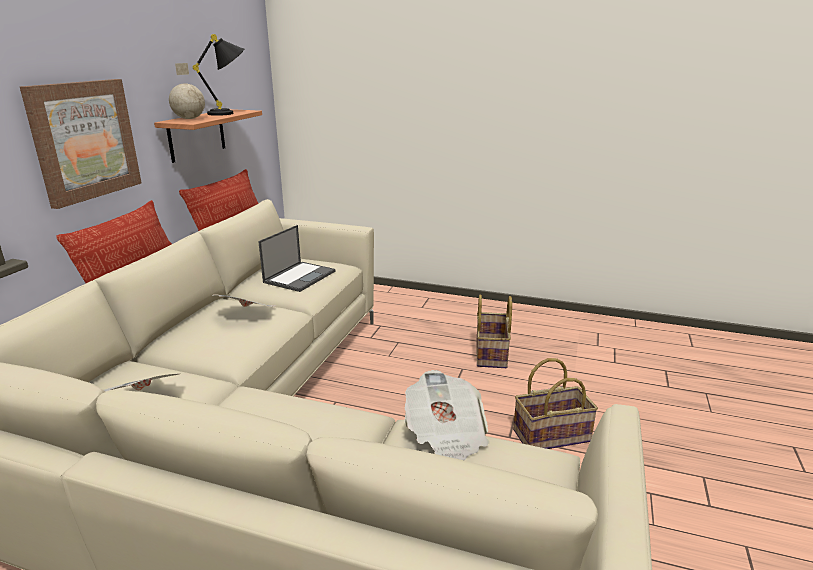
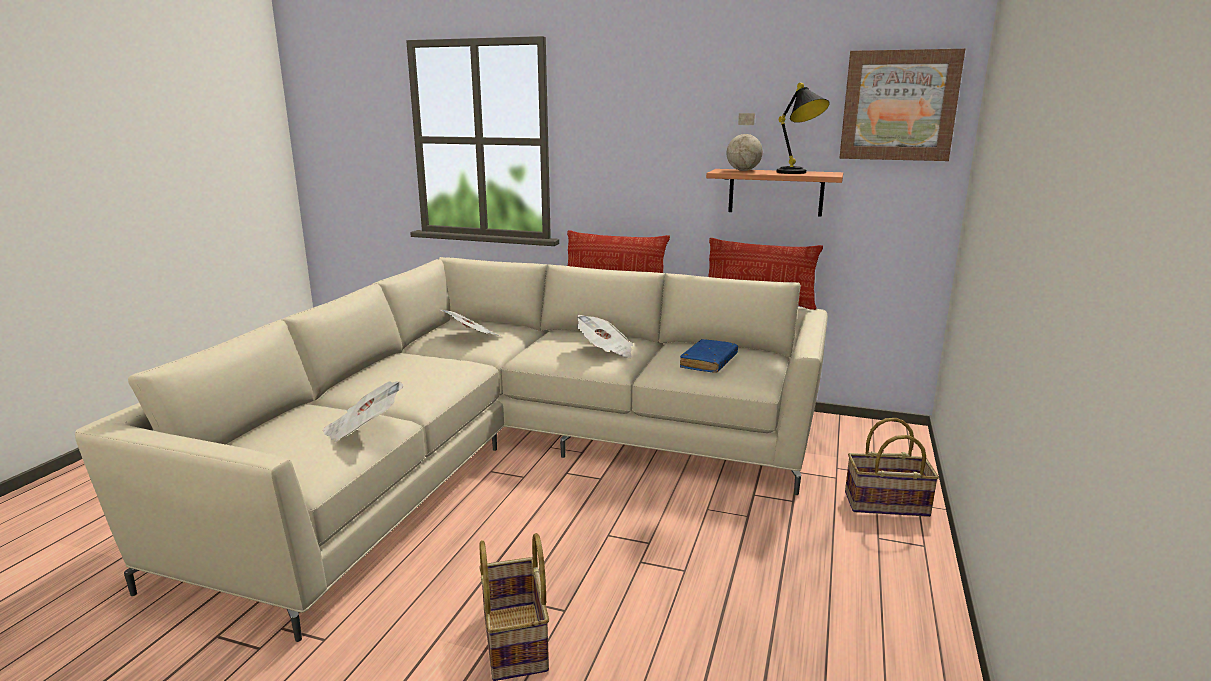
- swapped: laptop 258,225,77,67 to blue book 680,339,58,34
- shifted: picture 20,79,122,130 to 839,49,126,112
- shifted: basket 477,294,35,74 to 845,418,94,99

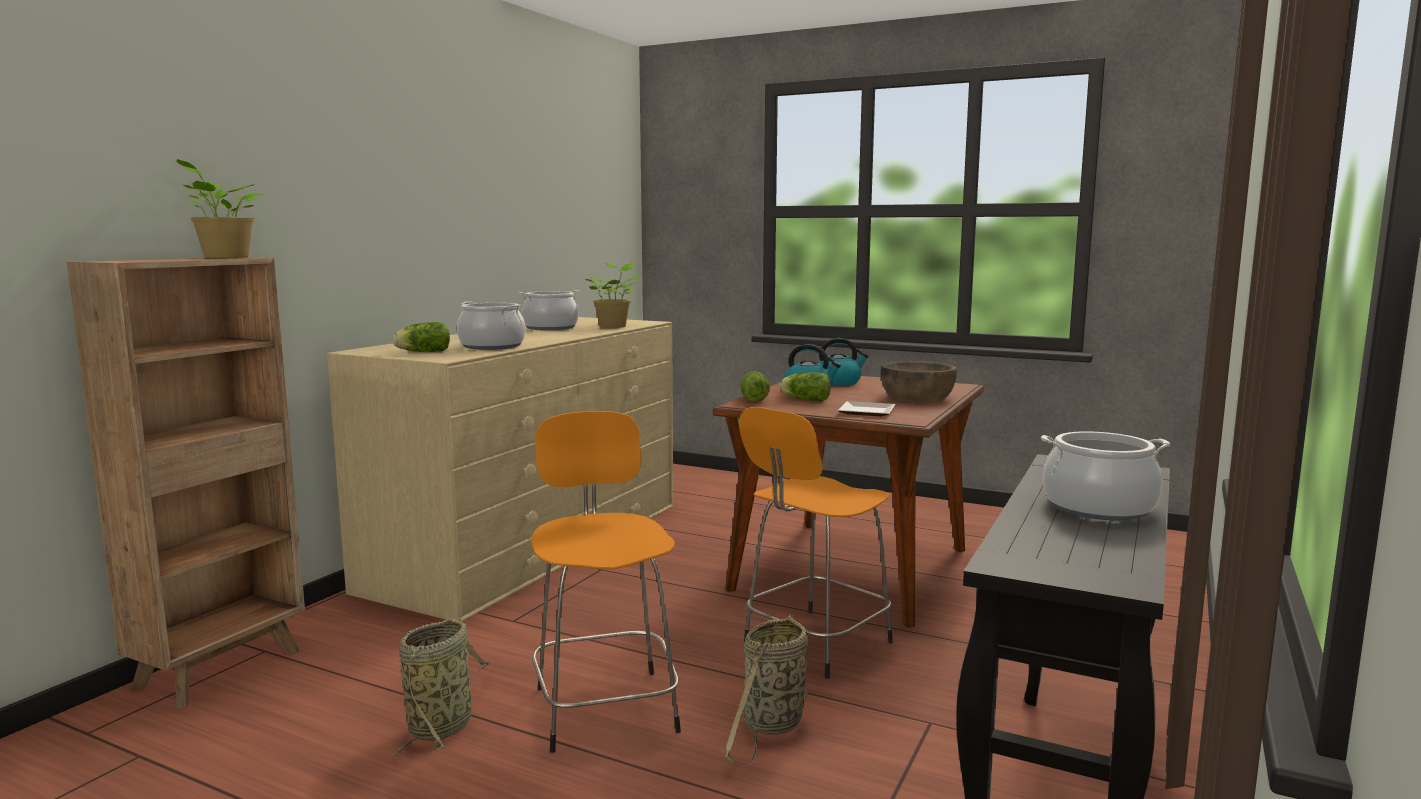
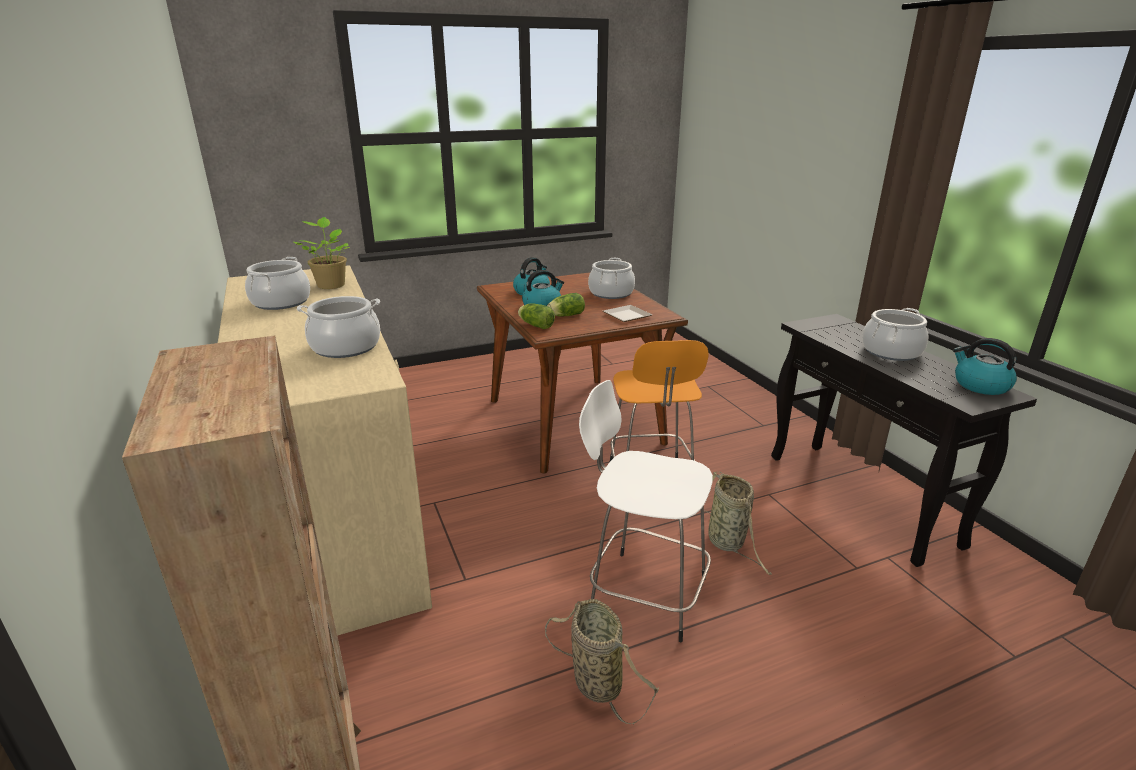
- repainted: orange stool 531,411,150,342 to white stool 579,380,134,262
- swapped: brown bowl 881,361,76,42 to cooking pot 588,258,47,41
- new: kettle 953,338,64,57
- gone: potted plant 176,159,87,99
- gone: lettuce 393,322,57,30

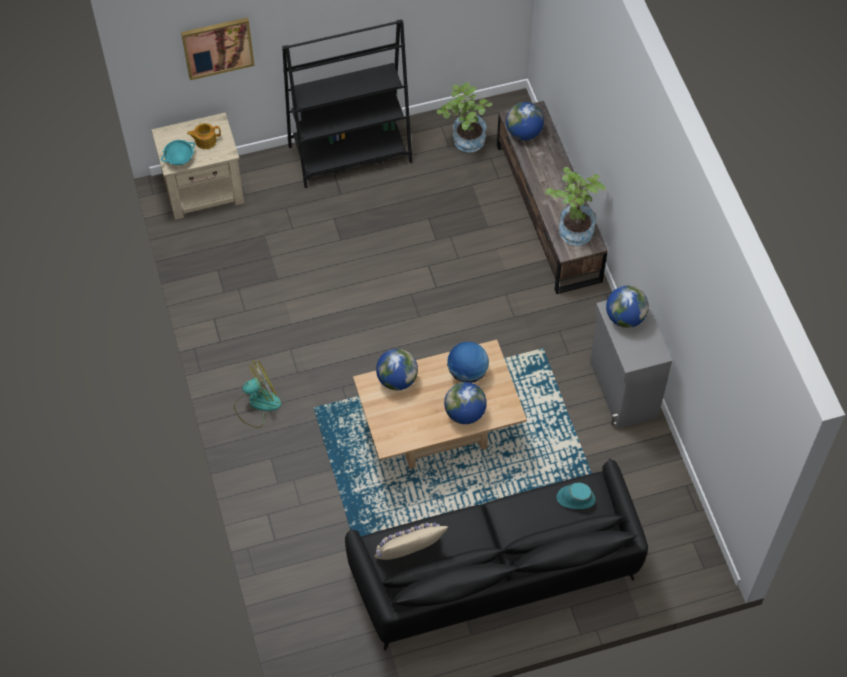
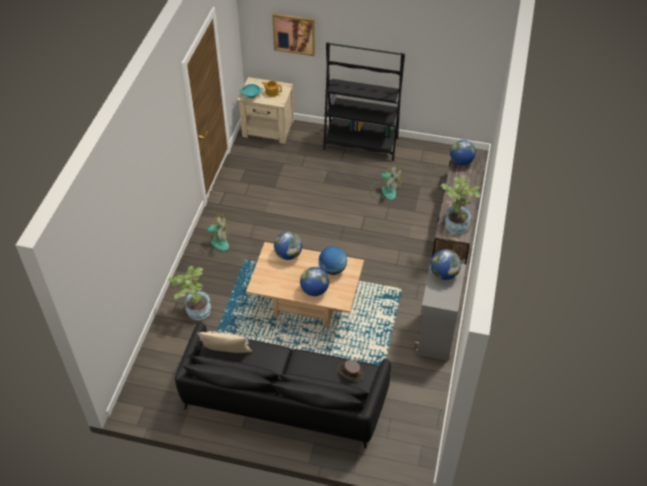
- shifted: potted plant 437,82,55,71 to 168,266,43,54
- repainted: turquoise hat 557,483,38,26 to brown hat 338,360,26,21
- new: fan 370,165,33,35

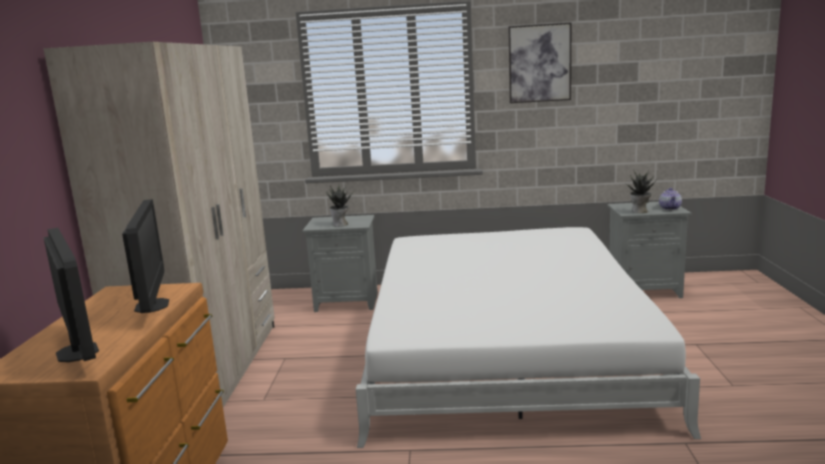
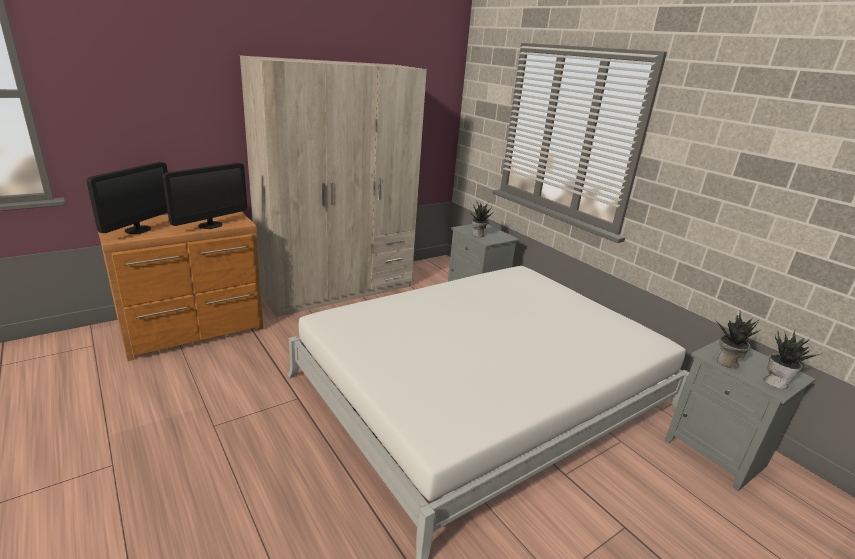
- swapped: teapot 659,188,23,22 to potted plant 764,329,56,60
- gone: picture 509,23,63,80

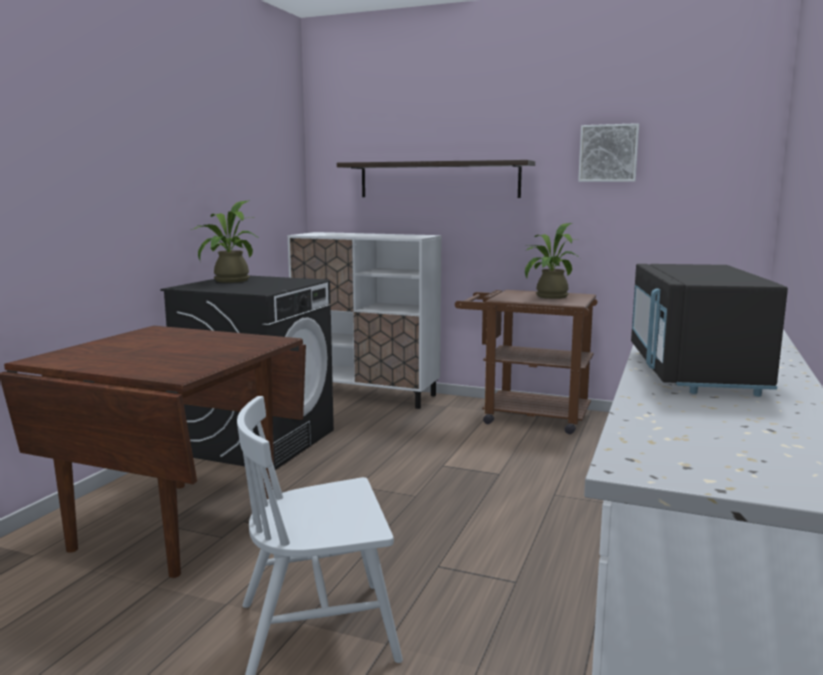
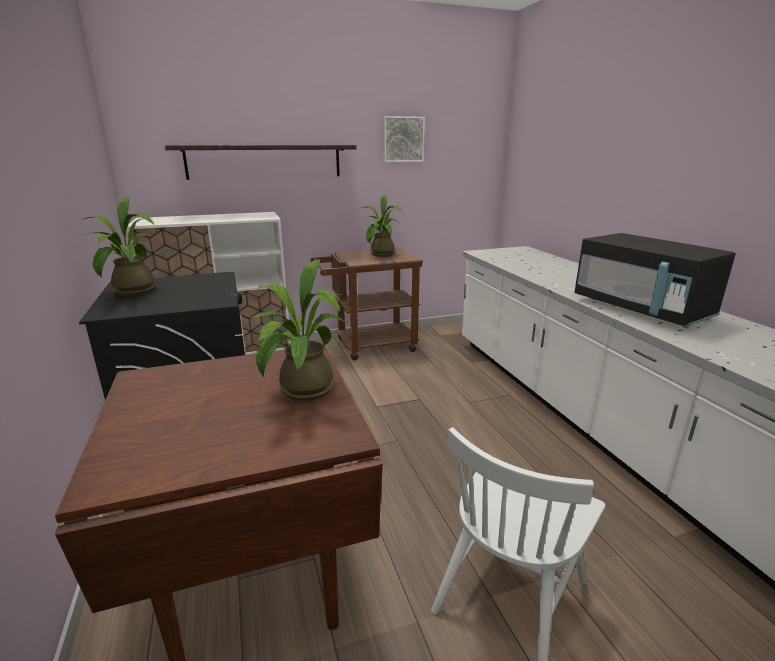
- new: potted plant 251,259,96,142

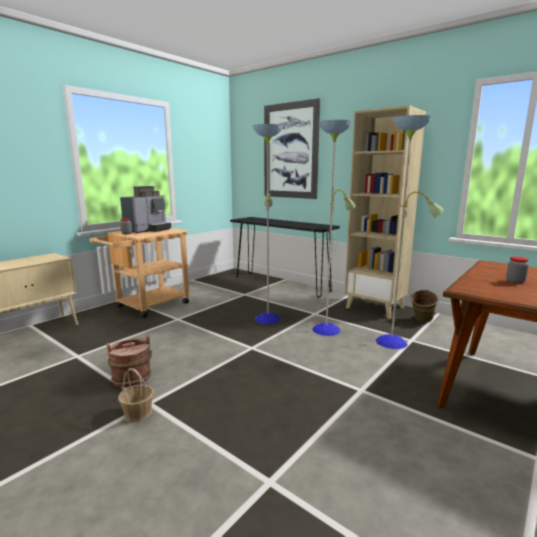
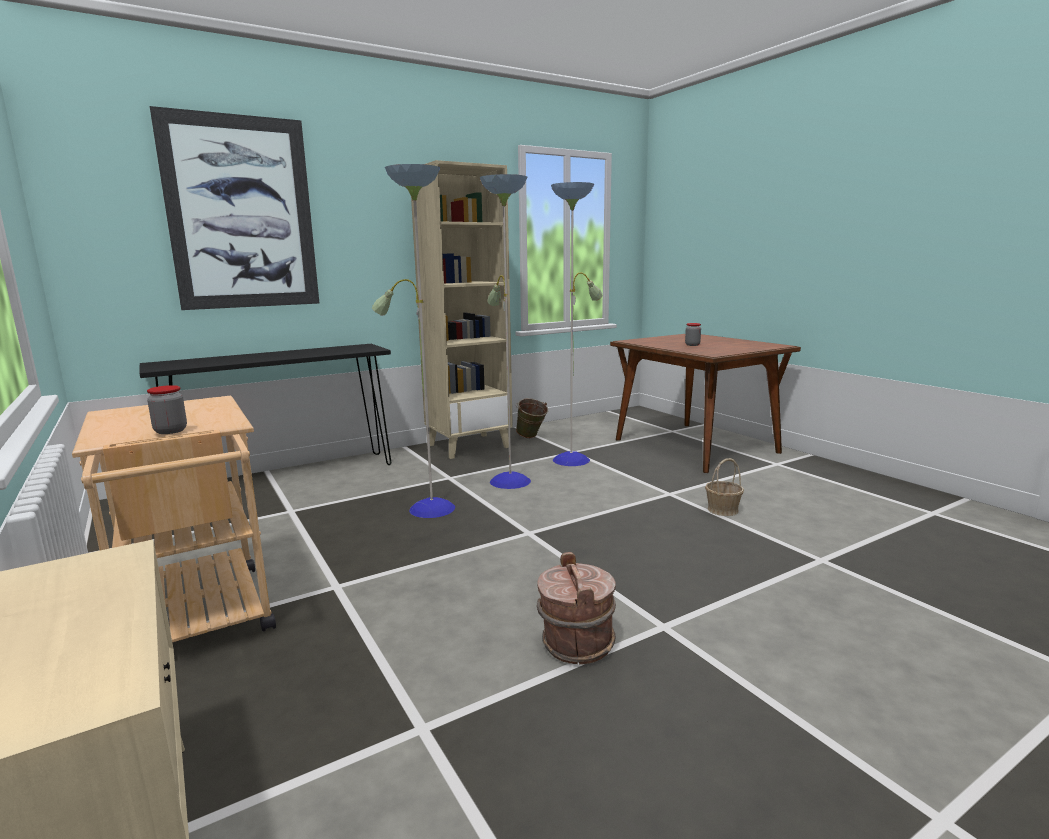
- shifted: basket 118,368,36,54 to 705,458,39,58
- gone: coffee machine 120,186,51,47

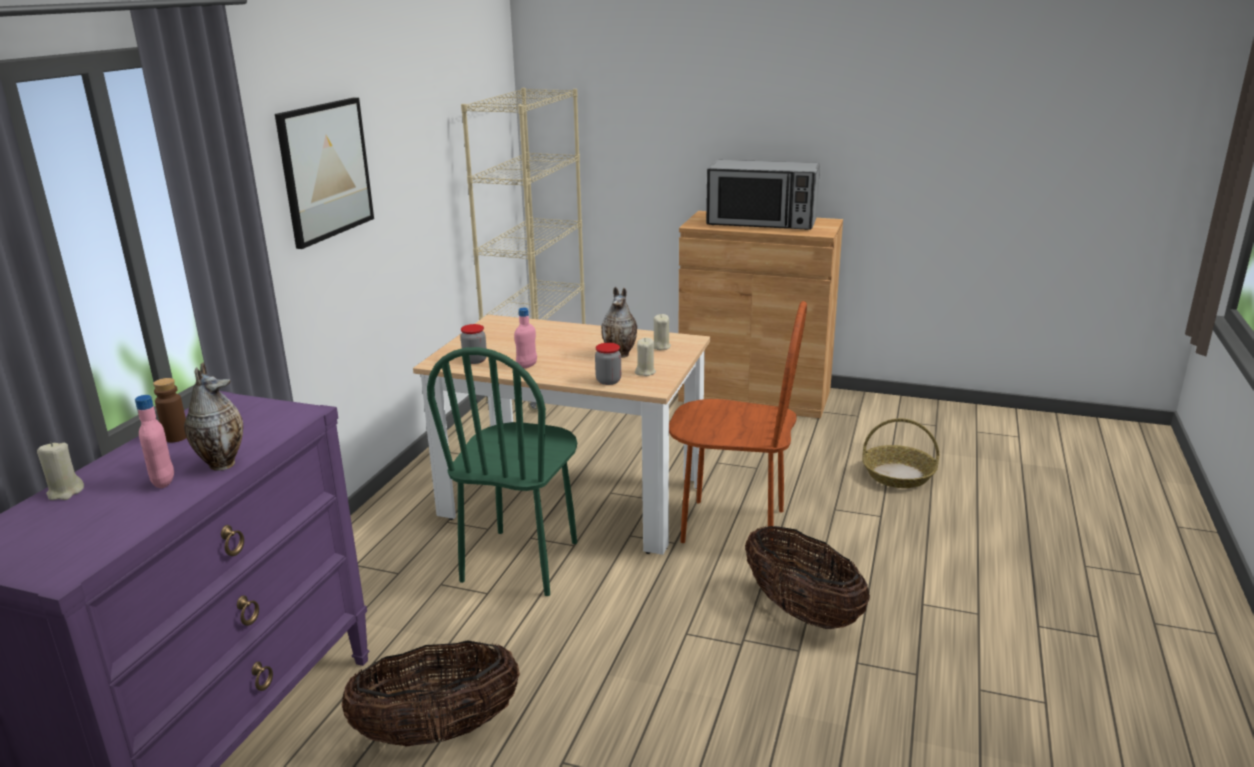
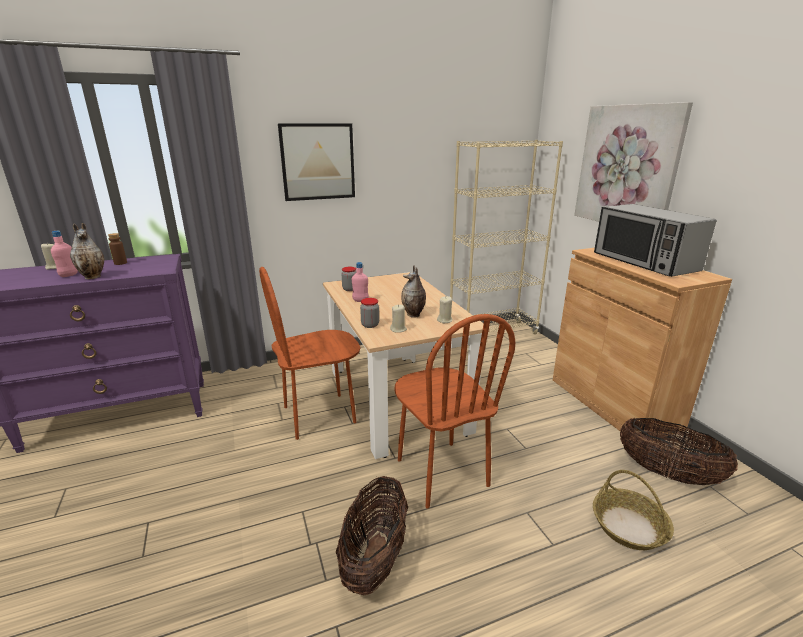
- repainted: green chair 427,347,150,249 to brown chair 259,267,101,173
- new: picture 574,102,119,120
- shifted: basket 342,640,178,107 to 620,417,118,68

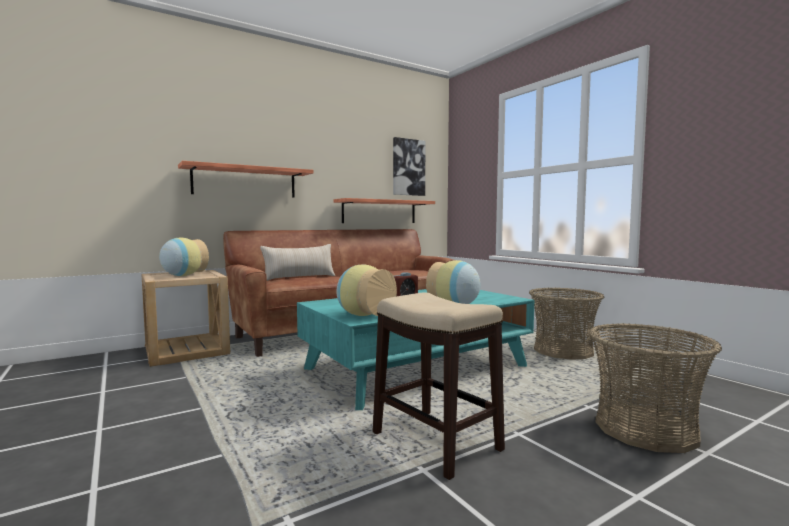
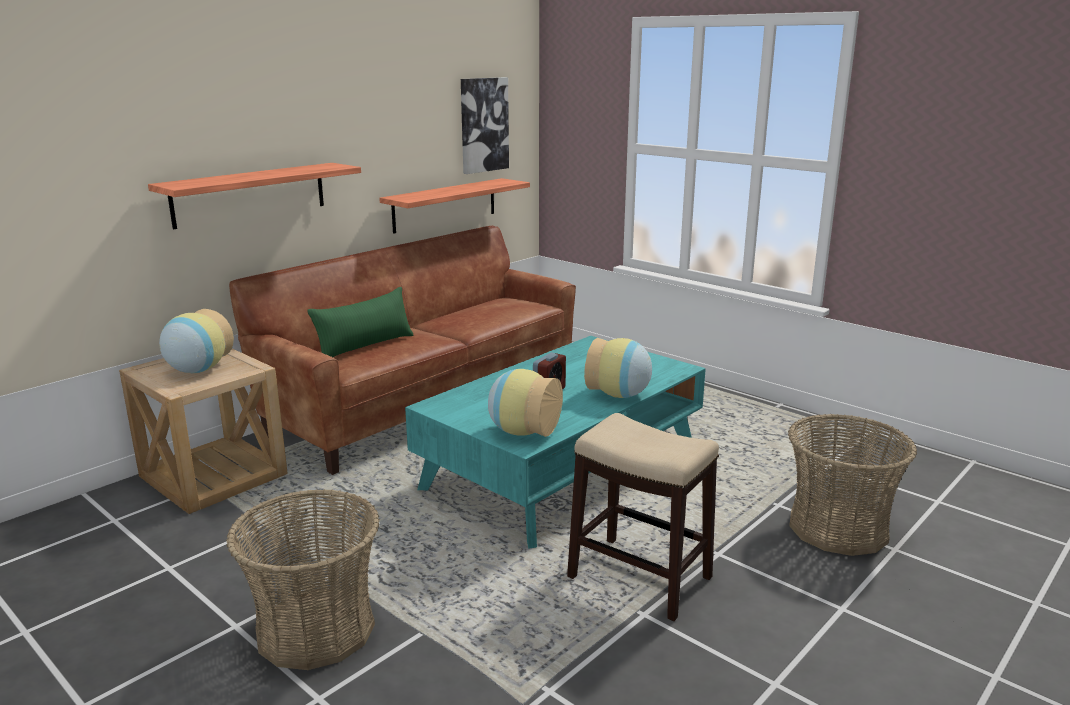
- shifted: basket 529,287,75,73 to 226,489,154,181
- repainted: beige pillow 260,244,75,37 to green pillow 307,287,107,70

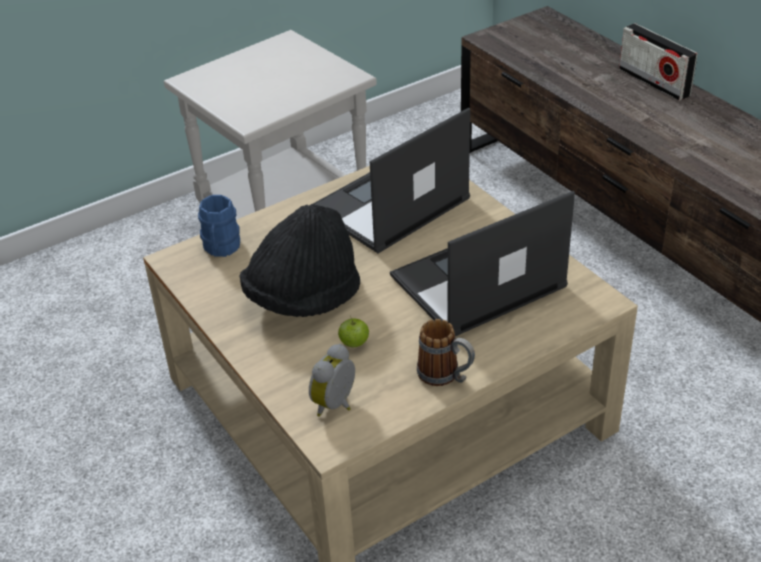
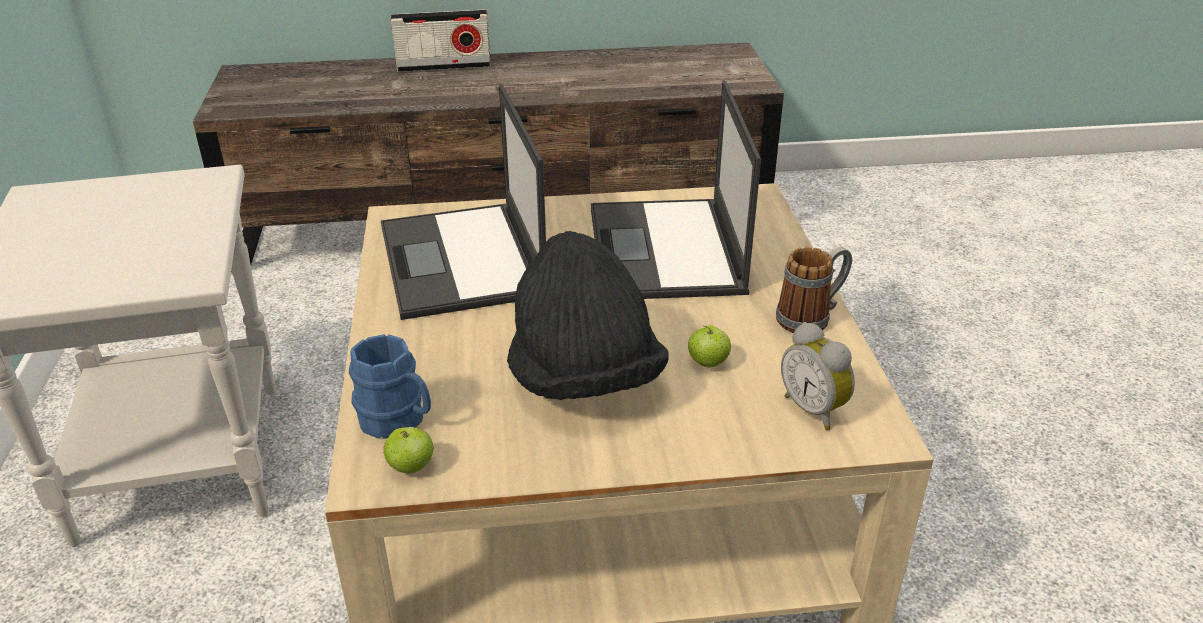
- new: apple 384,427,50,46

